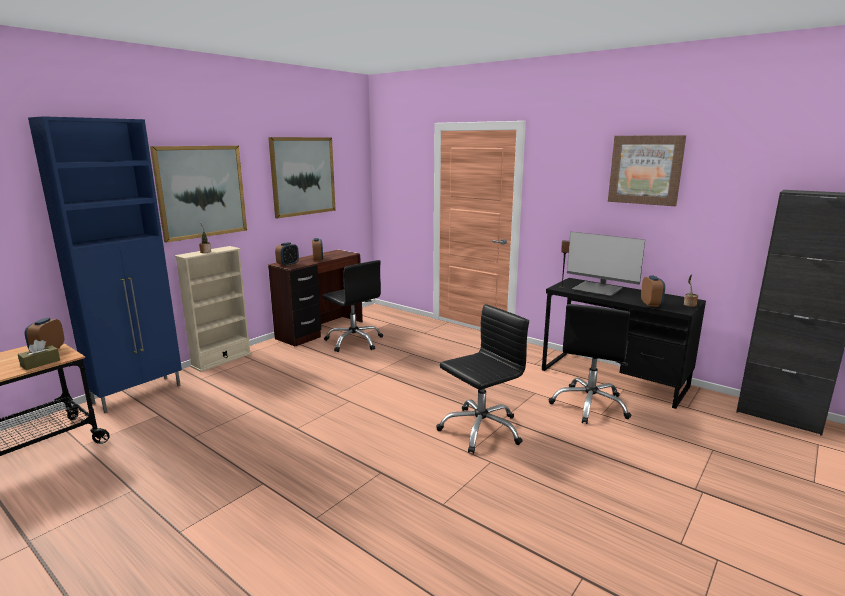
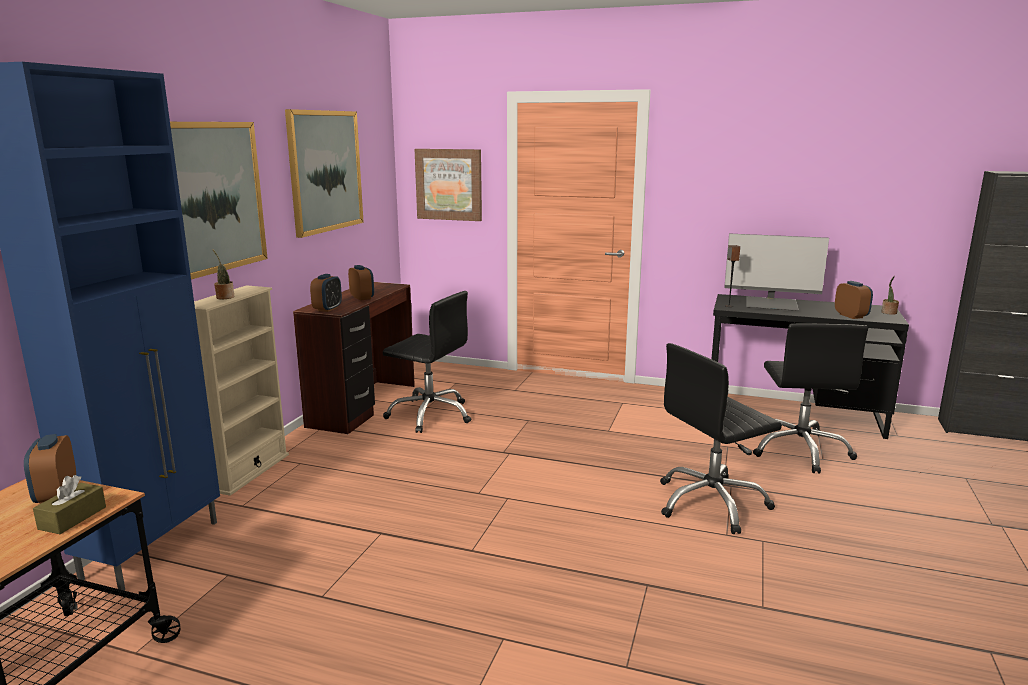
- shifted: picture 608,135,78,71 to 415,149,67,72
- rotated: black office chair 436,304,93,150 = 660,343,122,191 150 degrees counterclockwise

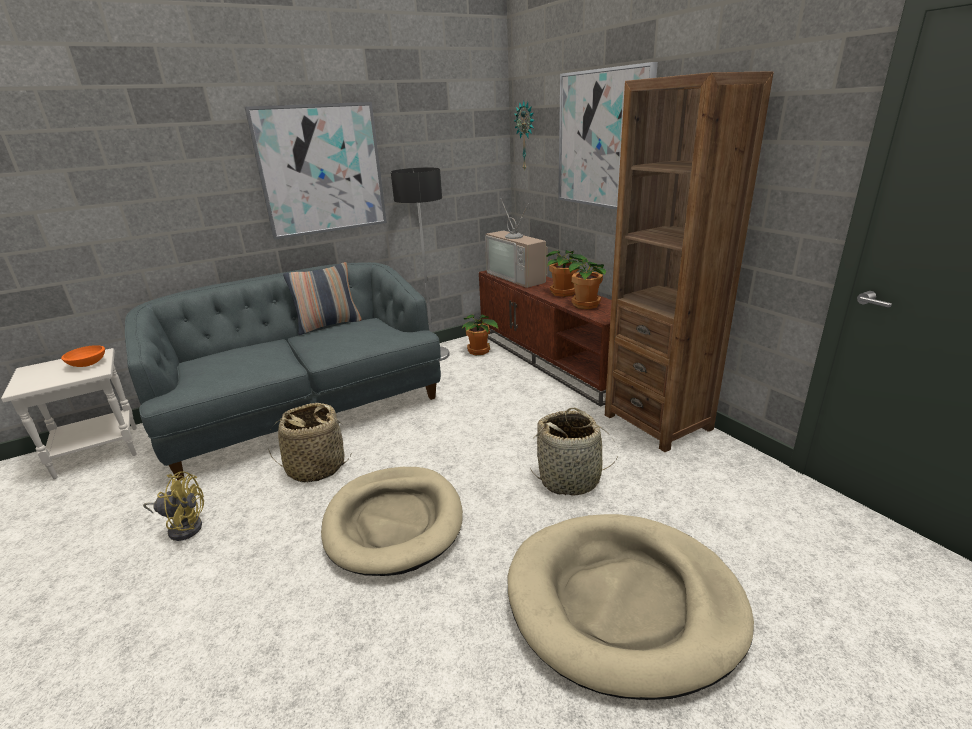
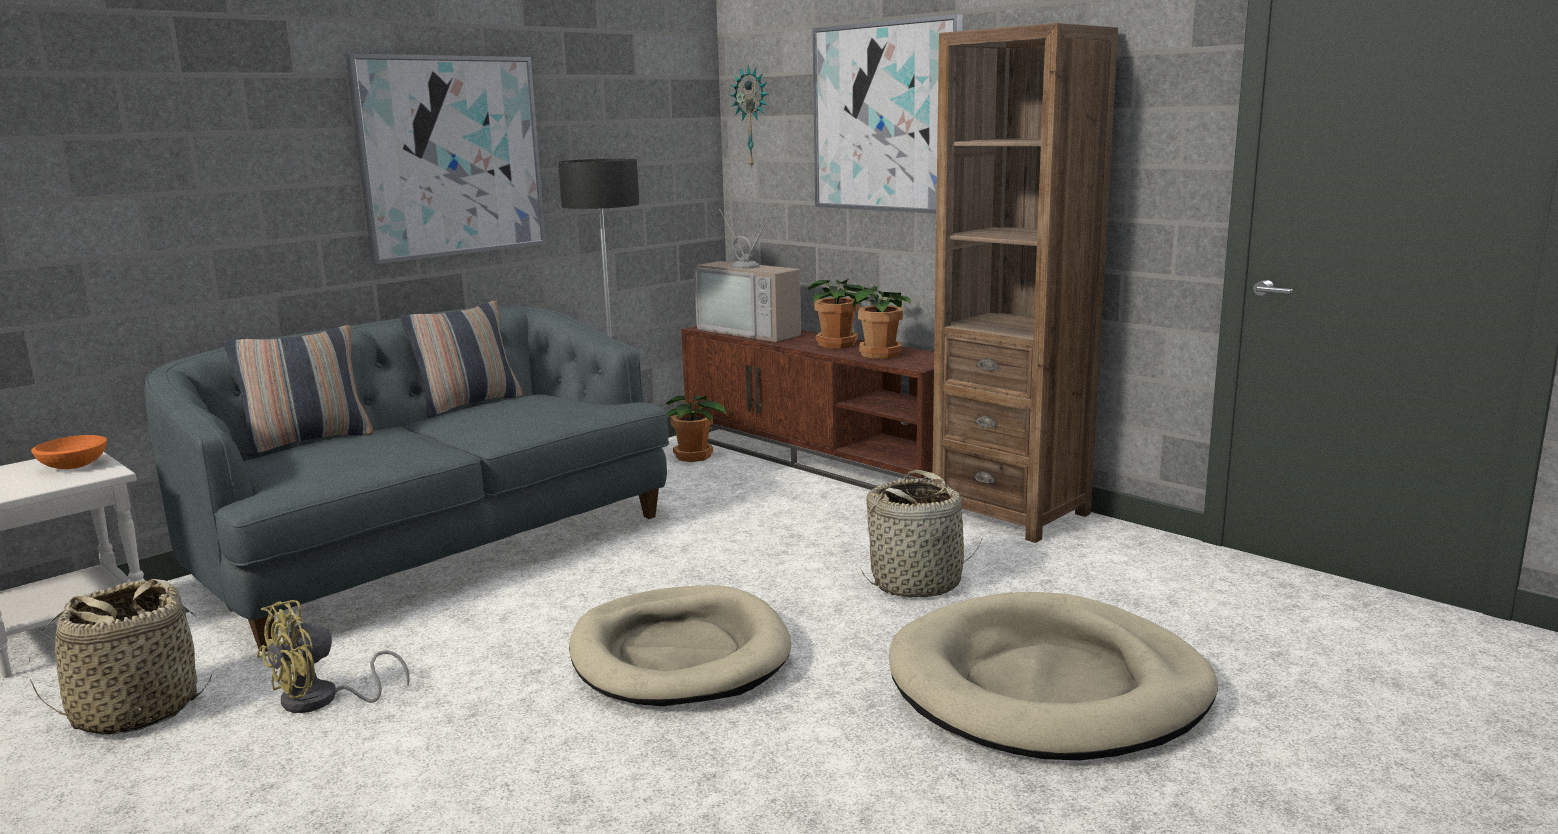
- shifted: basket 267,403,84,80 to 29,579,184,157
- new: pillow 224,325,149,131
- rotated: yellow fan 143,471,61,70 = 257,600,153,113 150 degrees clockwise

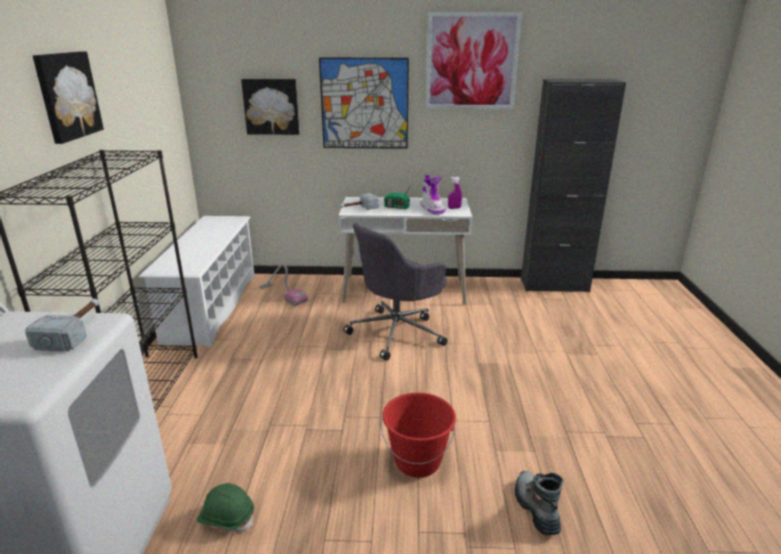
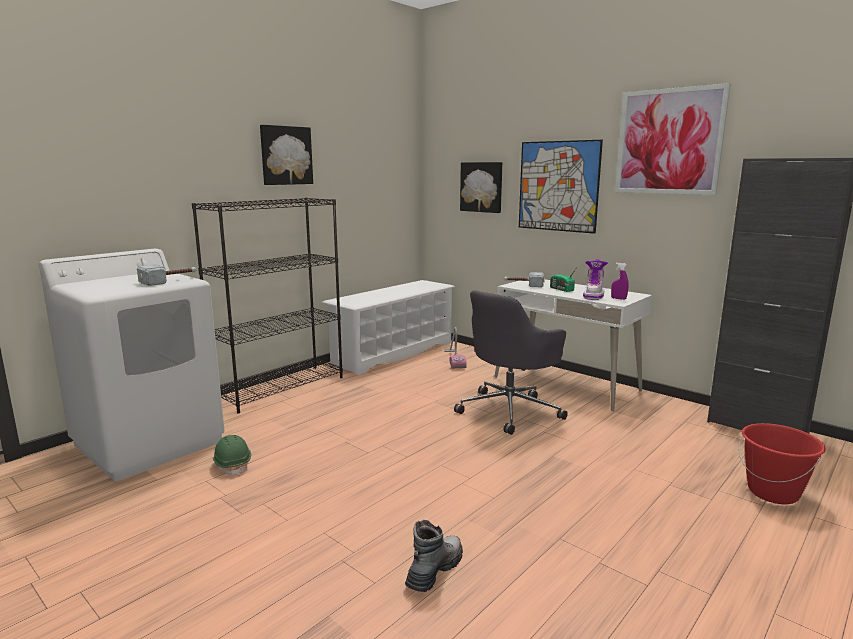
- rotated: grey office chair 343,223,105,138 = 454,290,114,145 45 degrees counterclockwise
- shifted: red bucket 381,393,75,85 to 739,423,87,81

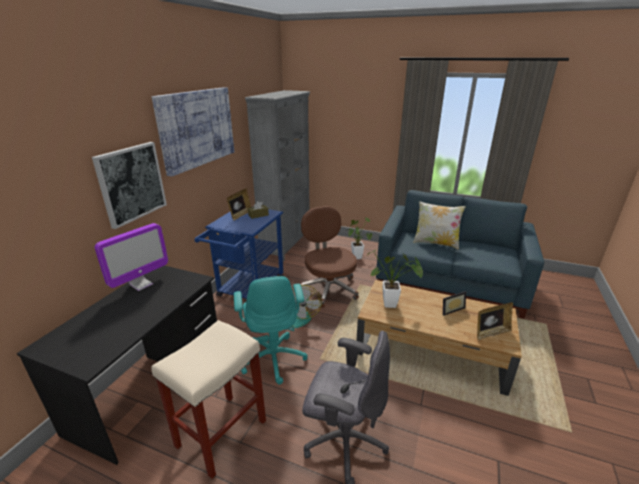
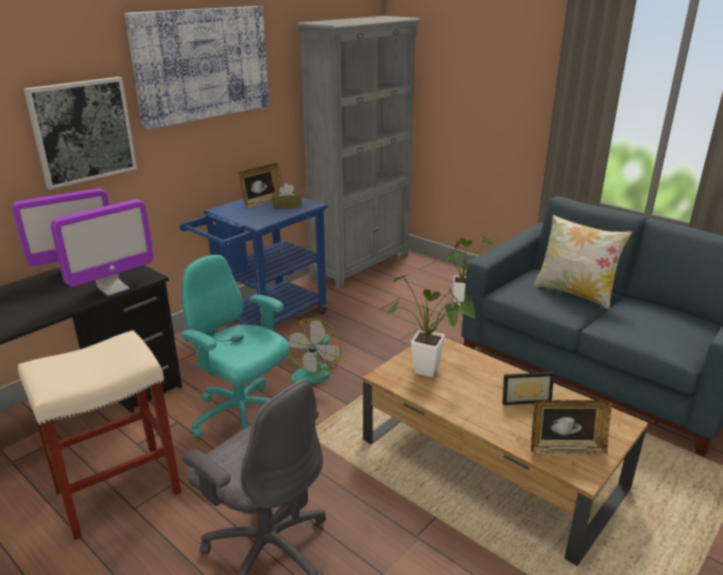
- new: monitor 50,199,104,97
- rotated: turquoise office chair 234,276,73,108 = 181,255,109,183 120 degrees clockwise
- gone: brown office chair 299,206,60,102

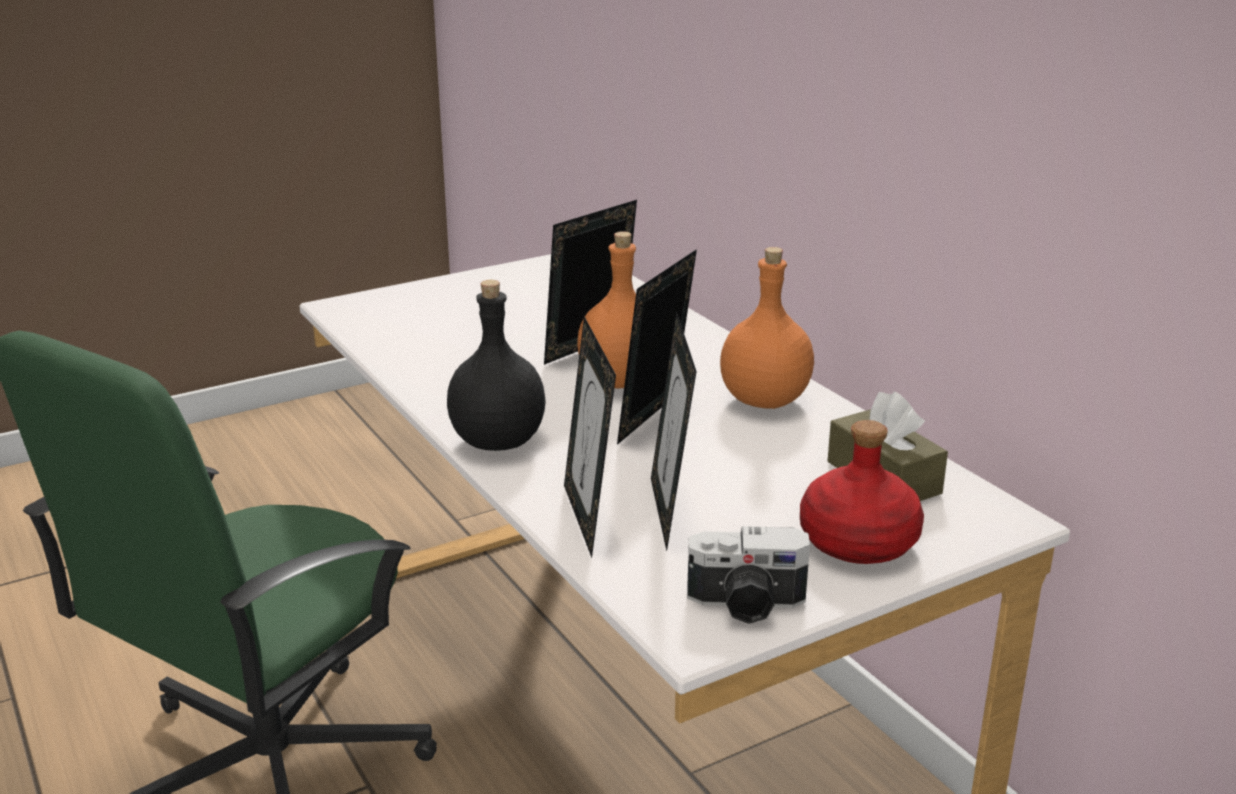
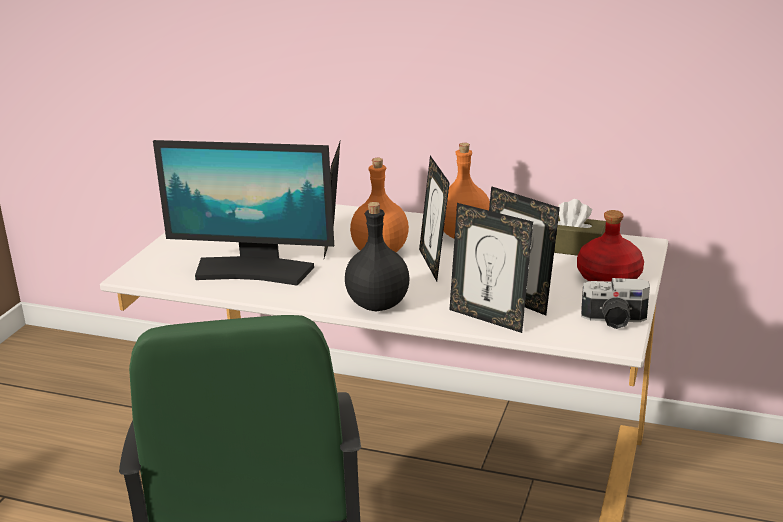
- new: monitor 153,140,181,145
- rotated: photo camera 687,526,123,98 = 581,278,69,51 45 degrees clockwise

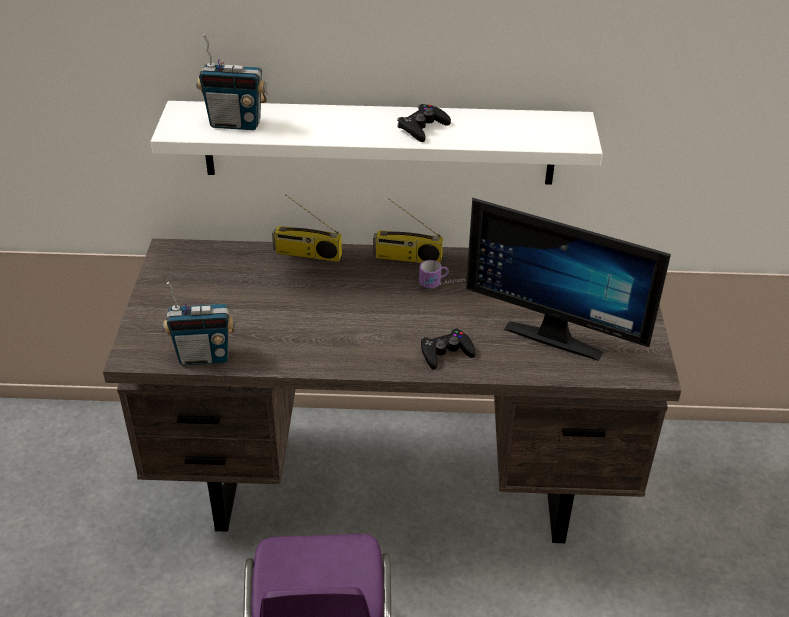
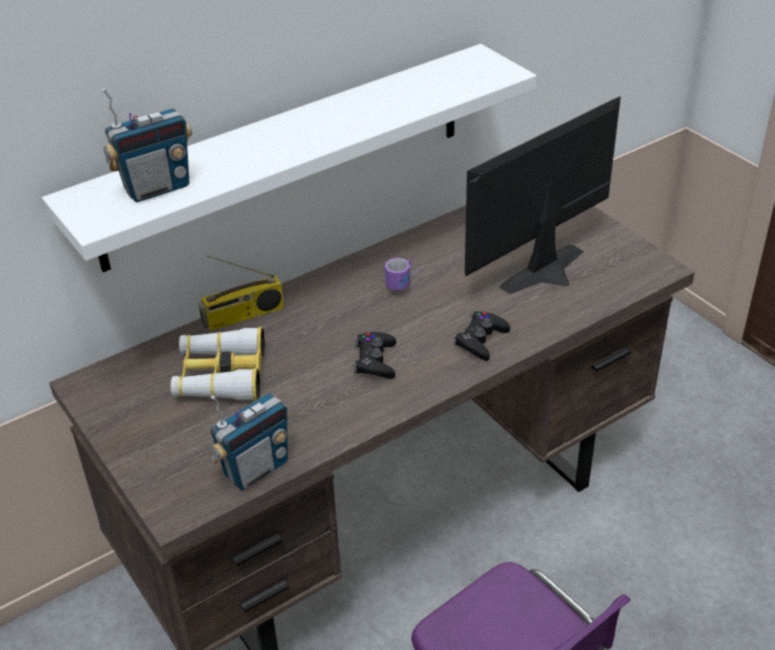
- new: binoculars 171,327,94,74
- shifted: black game controller 397,104,54,38 to 353,332,43,47
- rotated: monitor 466,198,205,163 = 465,97,156,197 150 degrees clockwise
- gone: radio 373,199,70,65

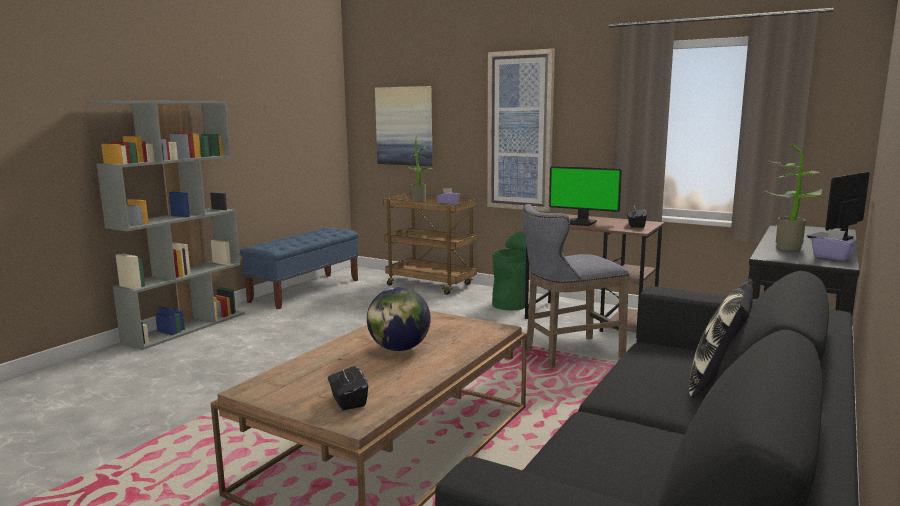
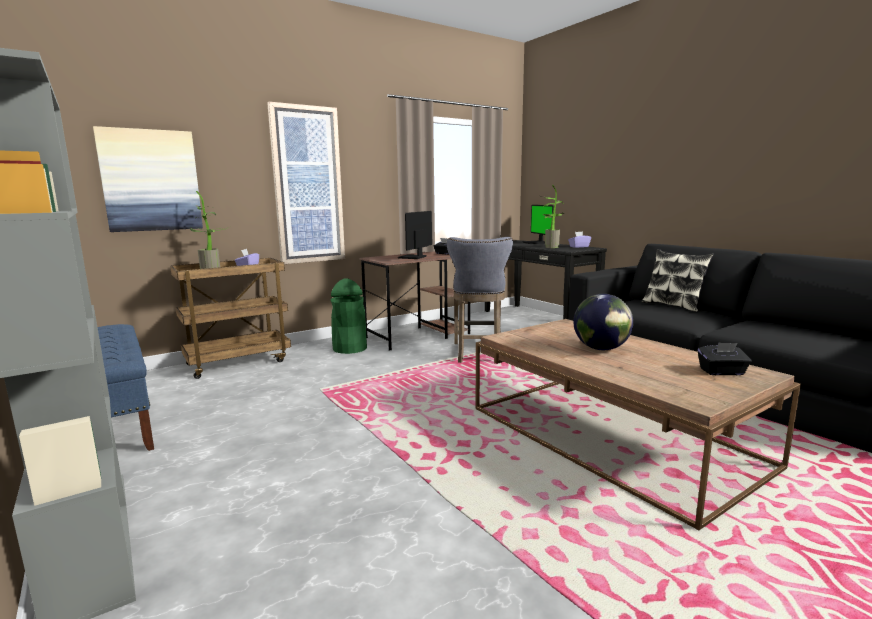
- rotated: monitor 549,166,73,60 = 398,211,34,48 150 degrees clockwise

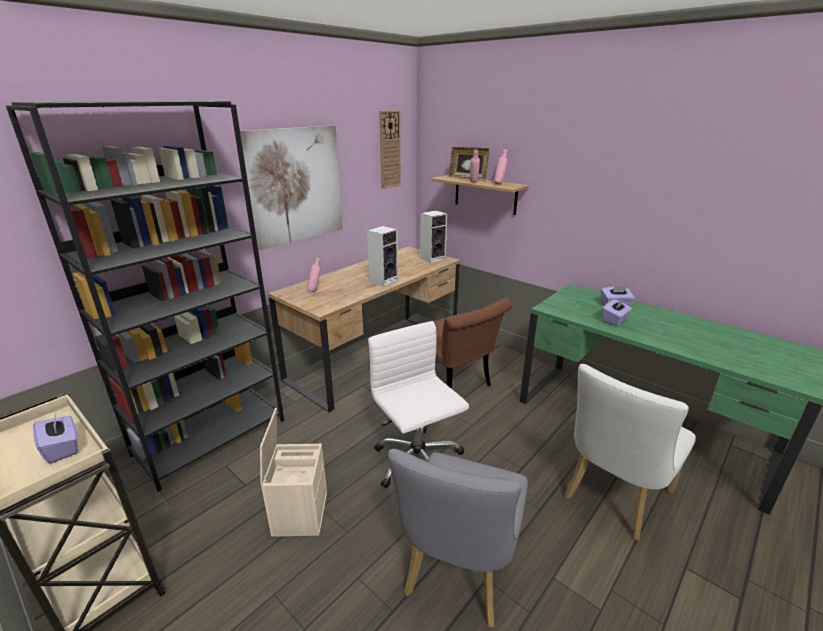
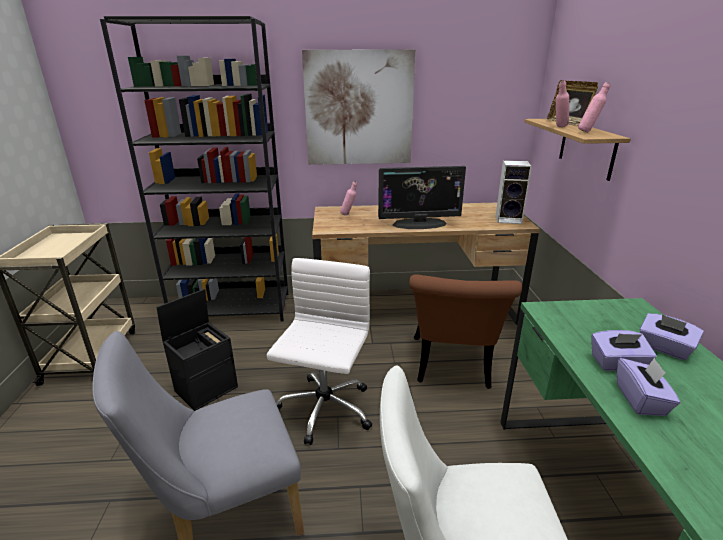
- repainted: beige storage box 260,408,67,129 to black storage box 156,289,82,122
- swapped: speaker 367,226,31,60 to monitor 378,166,88,63
- shifted: purple tissue box 33,413,45,51 to 617,358,63,58
- gone: wall clock 379,110,22,79

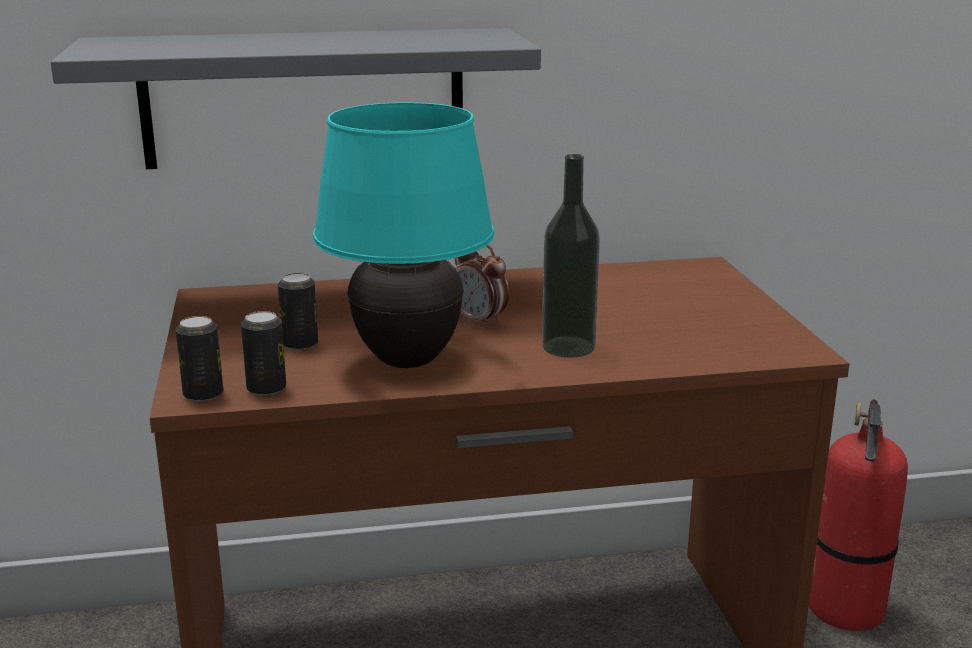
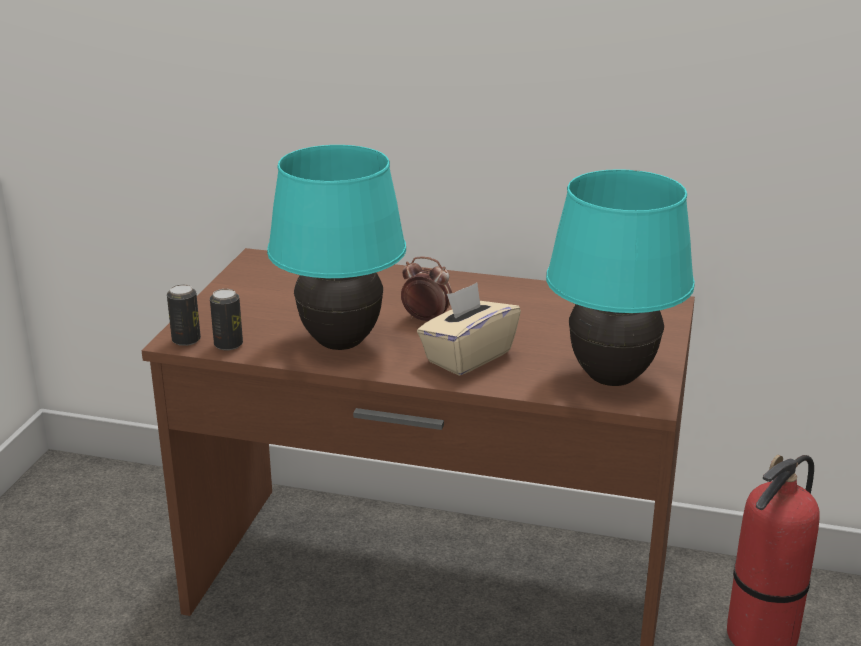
- rotated: alarm clock 455,245,54,83 = 401,257,51,64 135 degrees clockwise
- swapped: bottle 542,154,58,203 to beige tissue box 417,283,104,93
- new: turquoise table lamp 546,169,149,217
- gone: grey shelf 51,28,490,141
- gone: can 278,273,40,77

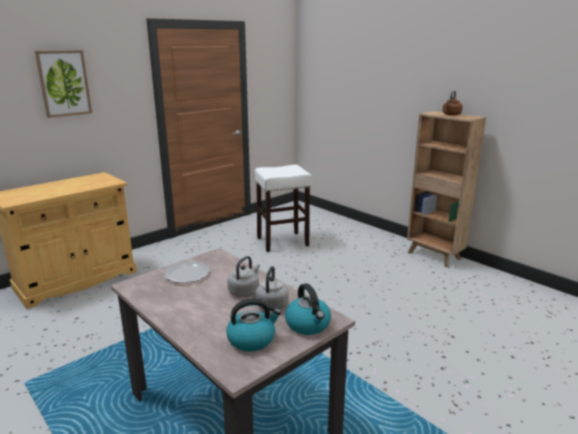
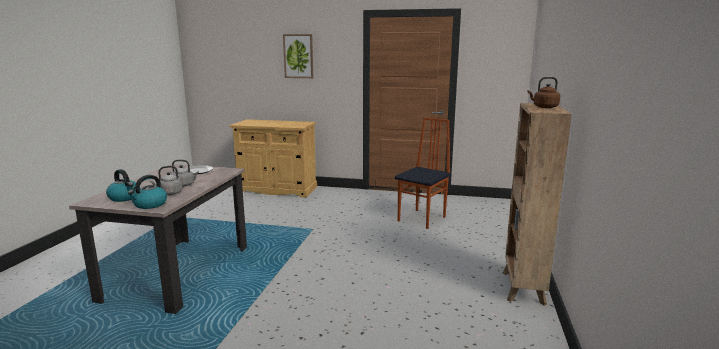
- swapped: white stool 255,165,57,87 to chair 395,117,56,112

